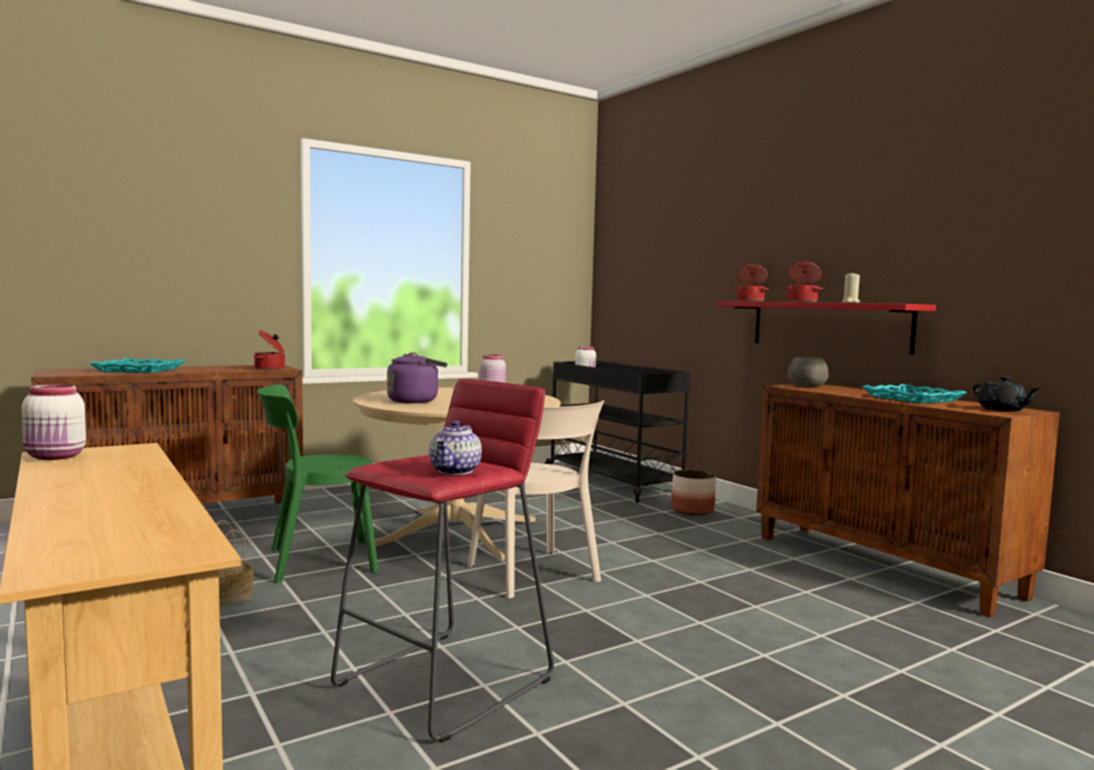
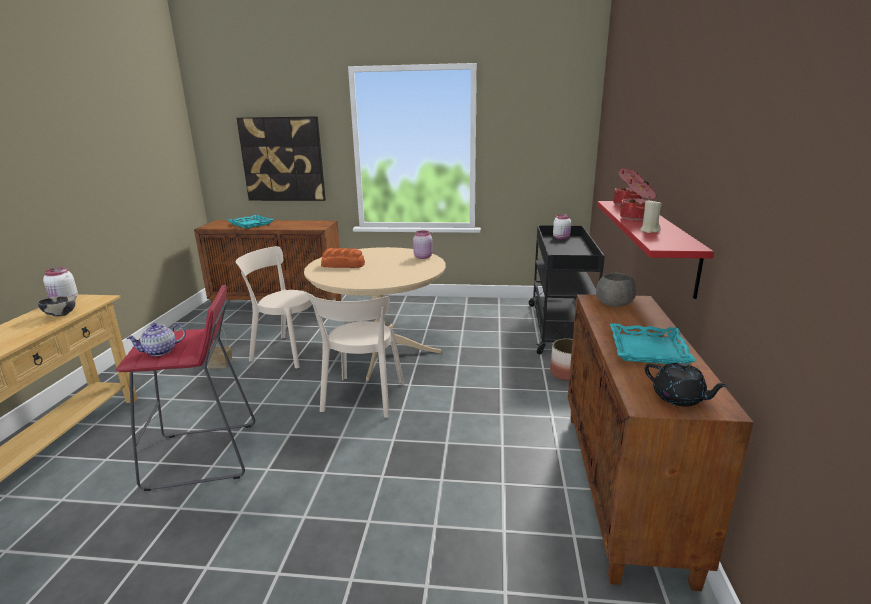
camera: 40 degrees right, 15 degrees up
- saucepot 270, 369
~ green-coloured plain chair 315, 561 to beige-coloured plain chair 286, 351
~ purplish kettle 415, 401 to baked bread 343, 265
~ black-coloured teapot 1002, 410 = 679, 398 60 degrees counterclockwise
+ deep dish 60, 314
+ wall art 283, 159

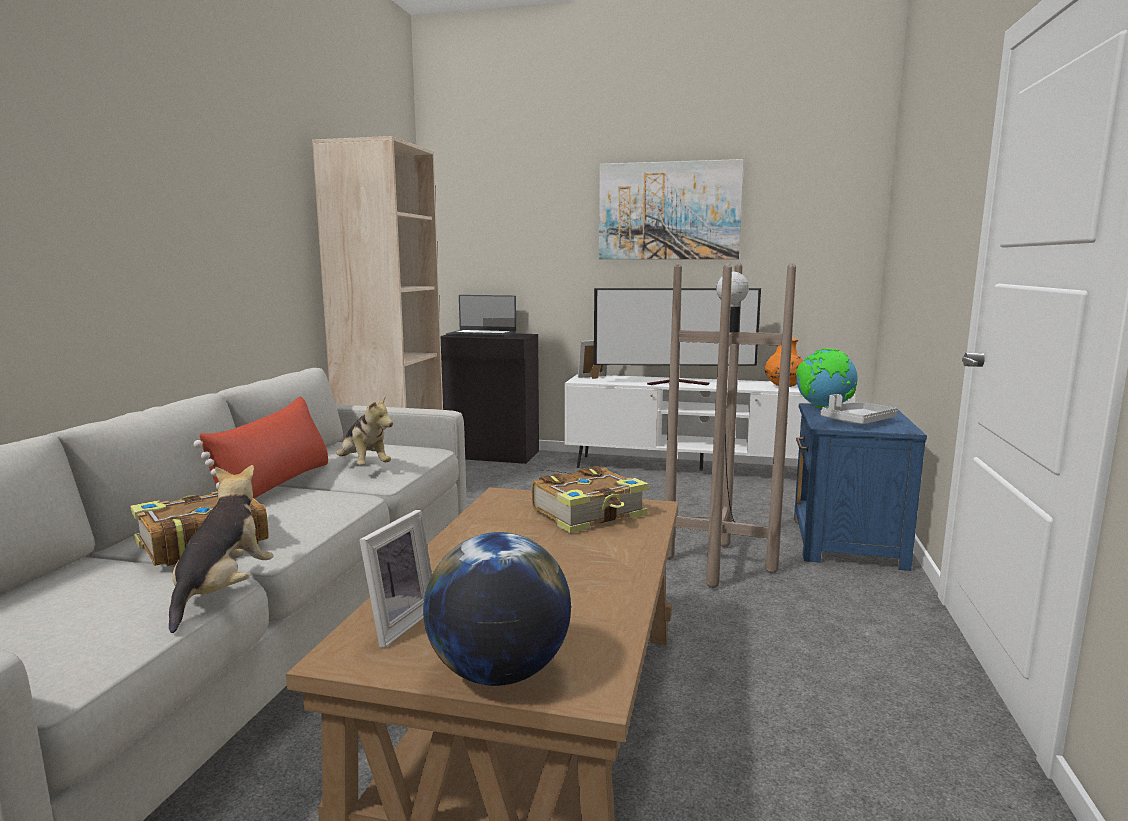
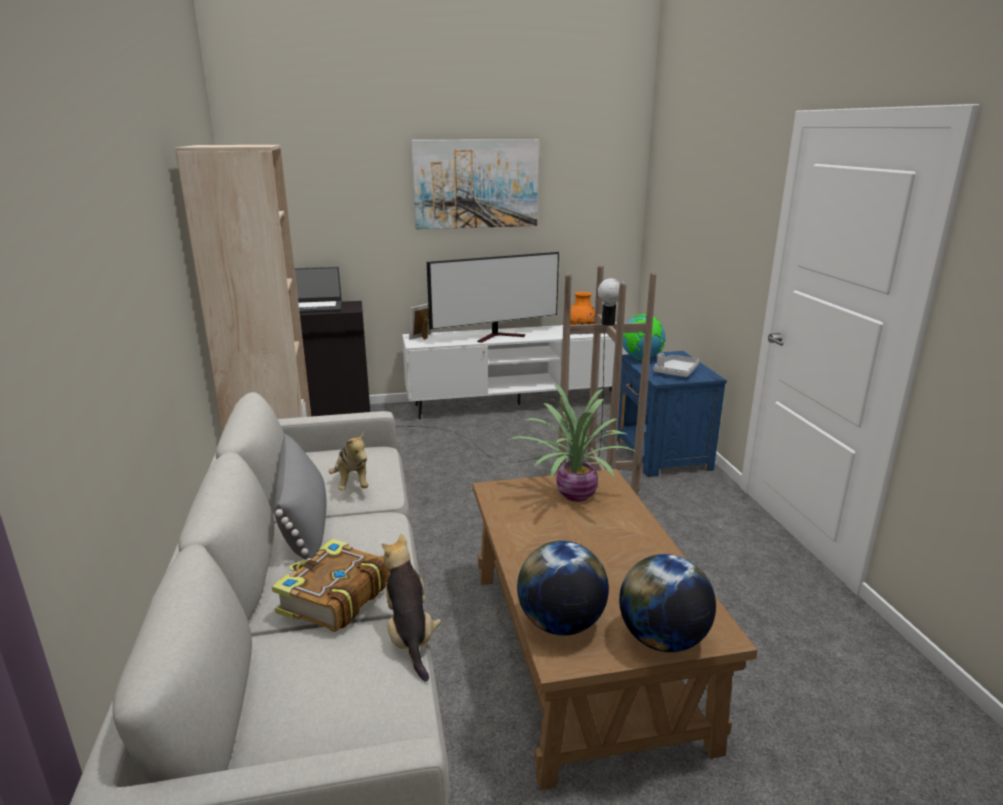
camera: 25 degrees left, 10 degrees up
~ reddish pillow 276, 485 to gray pillow 304, 522
~ soft toy 364, 466 = 352, 483 45 degrees clockwise
~ standing frame 396, 623 to world globe 561, 624
~ bound book 590, 514 to houseplant 574, 494

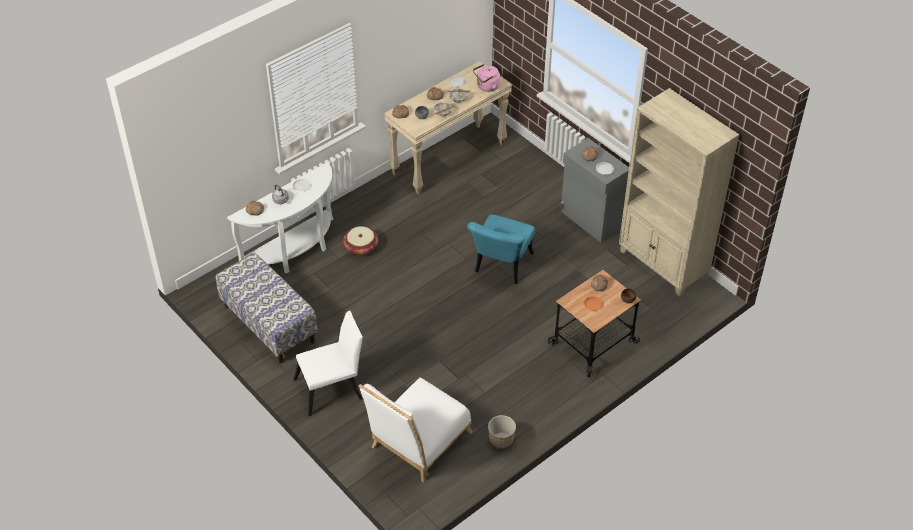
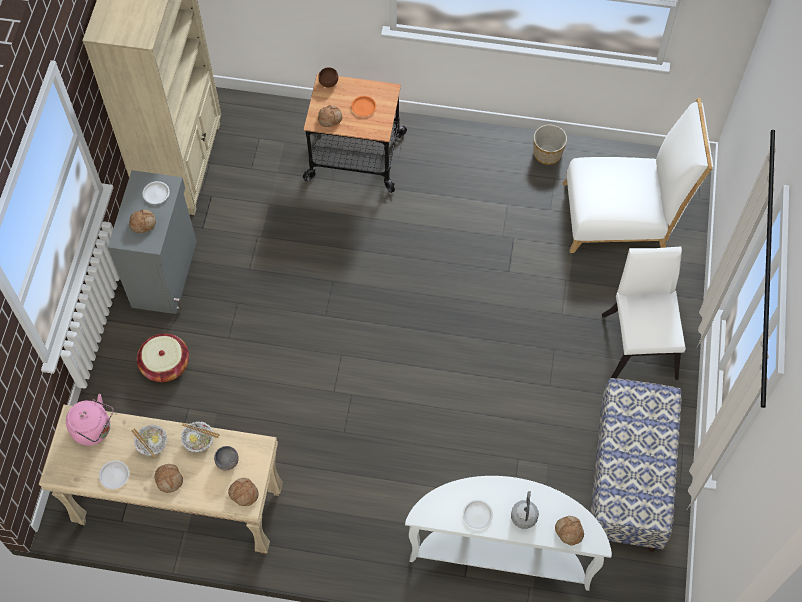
camera: 130 degrees left, 15 degrees up
~ white plain chair 332, 388 = 640, 340 60 degrees clockwise
~ household basket 361, 247 to 165, 364
- turquoise plain chair 501, 267

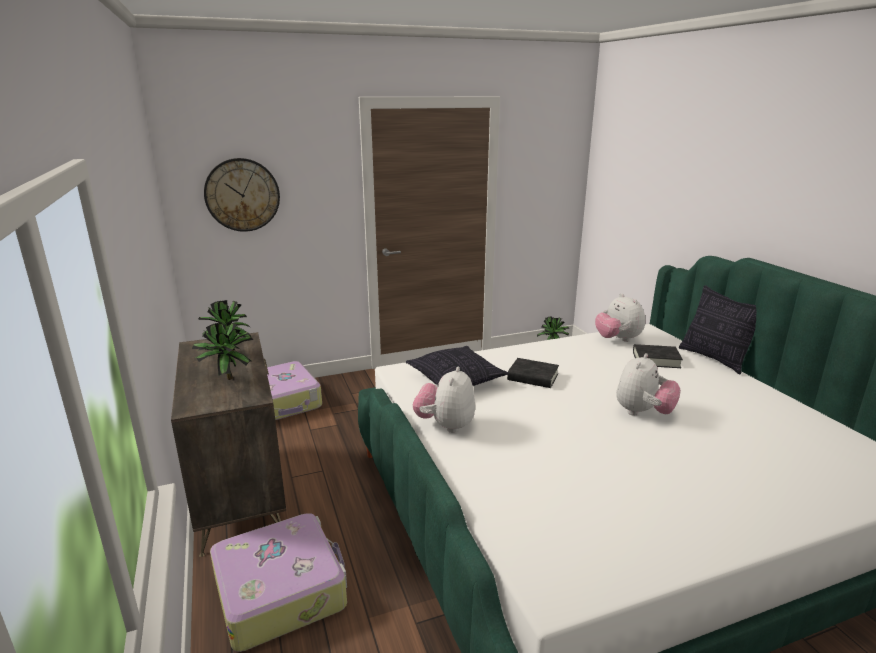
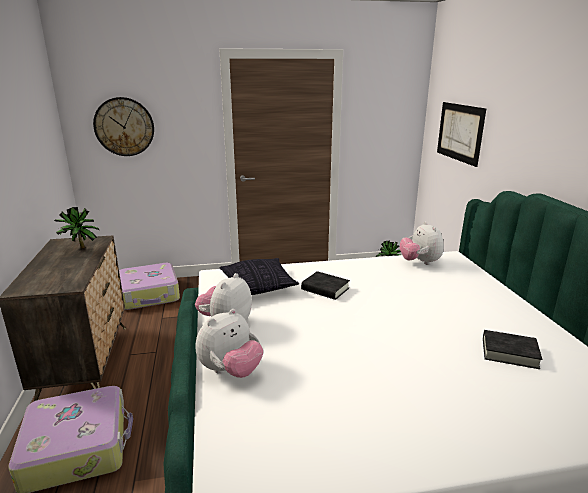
camera: 10 degrees right, 0 degrees up
- houseplant 226, 378
~ soft toy 643, 412 to 230, 371
~ black-coloured bound book 656, 360 to 509, 353
- pillow 714, 359
+ wall art 459, 132

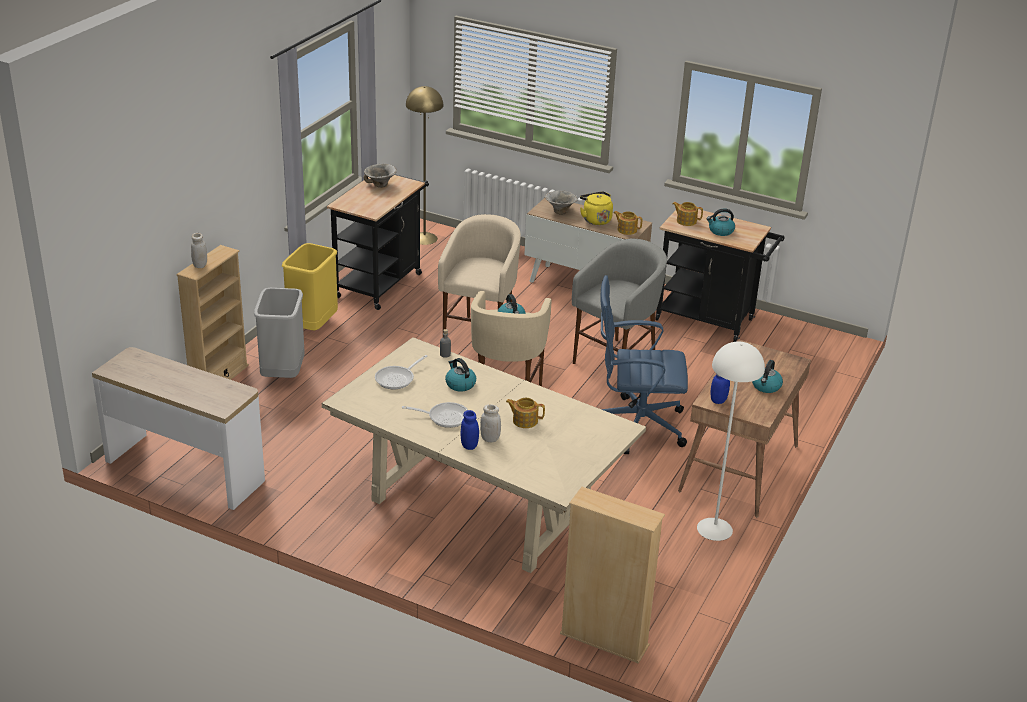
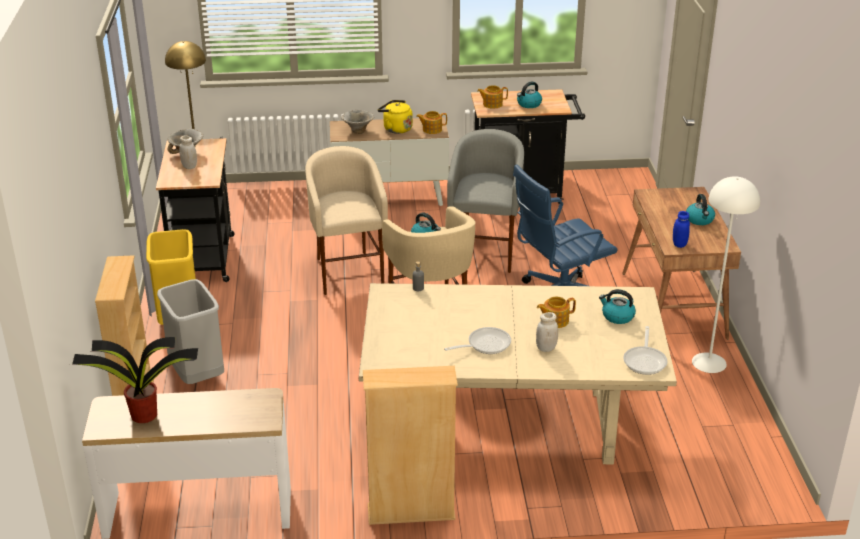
camera: 30 degrees left, 0 degrees up
~ white storage jar 200, 265 to 189, 166
~ frying pan 397, 379 to 645, 361
~ kettle 460, 384 to 617, 316
- blue storage jar 469, 445
~ beige-coloured shelving unit 604, 640 to 411, 512
+ houseplant 142, 415

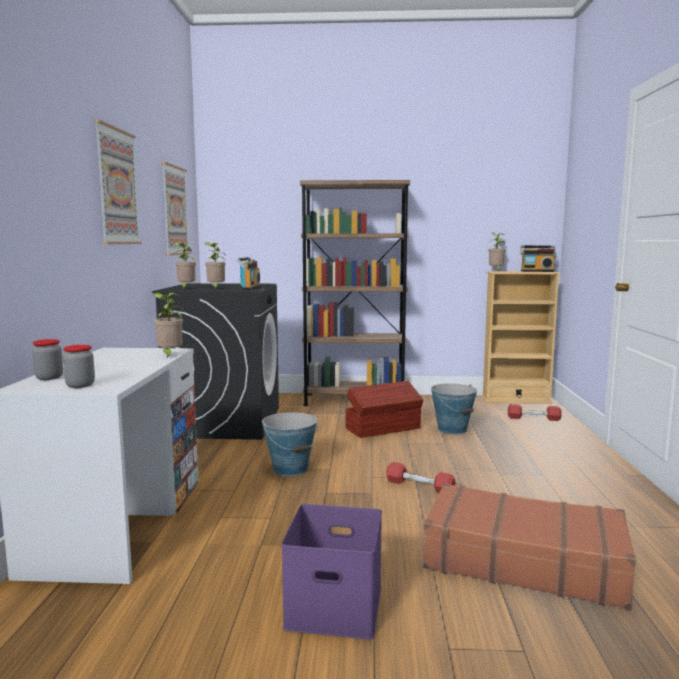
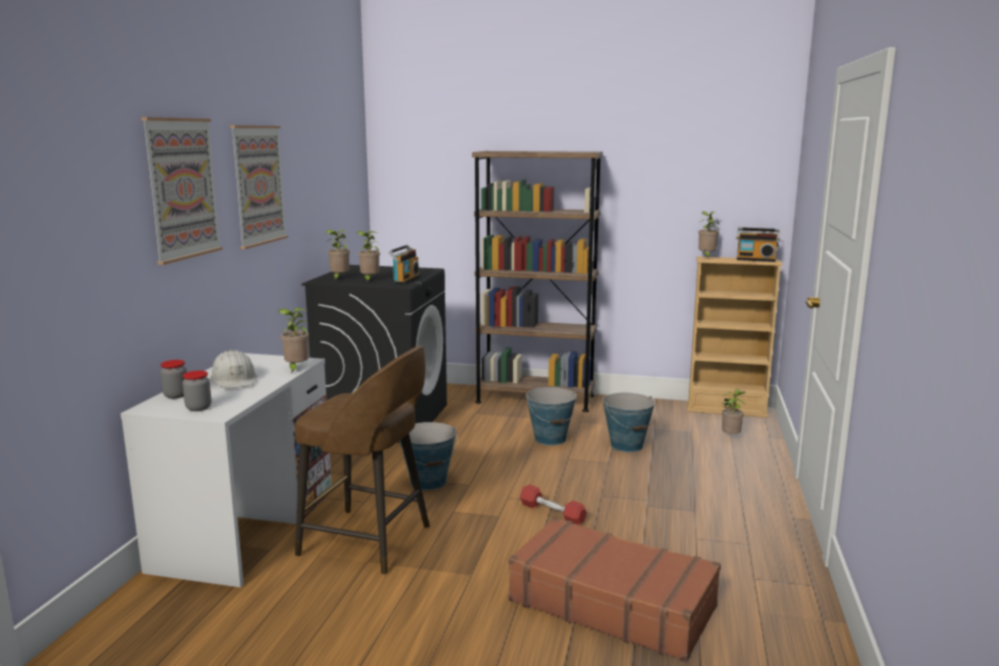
camera: 10 degrees right, 5 degrees up
~ wall art 174, 211 to 182, 188
- purplish storage bin 332, 607
~ brownish storage bin 384, 428 to bucket 550, 439
~ reddish free weight 533, 418 to houseplant 731, 437
+ white hard hat 234, 379
+ brownish sitting stool 368, 541

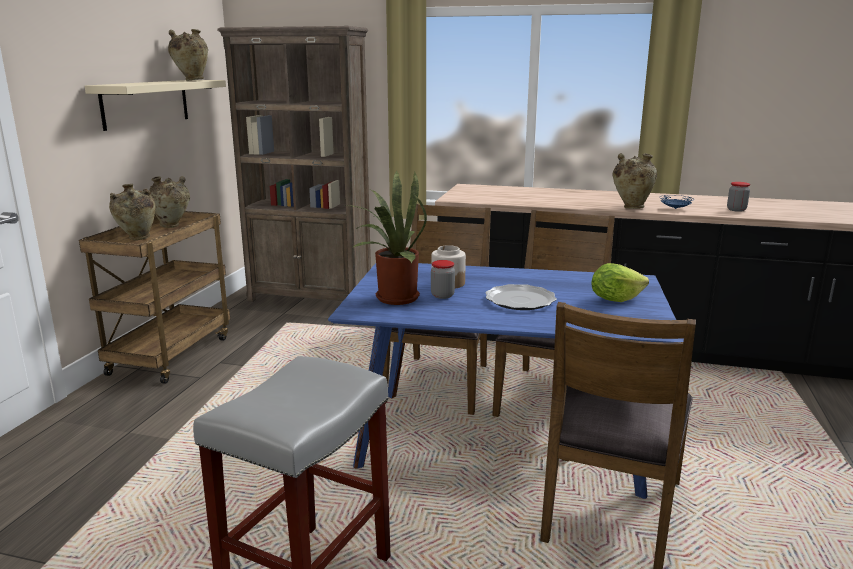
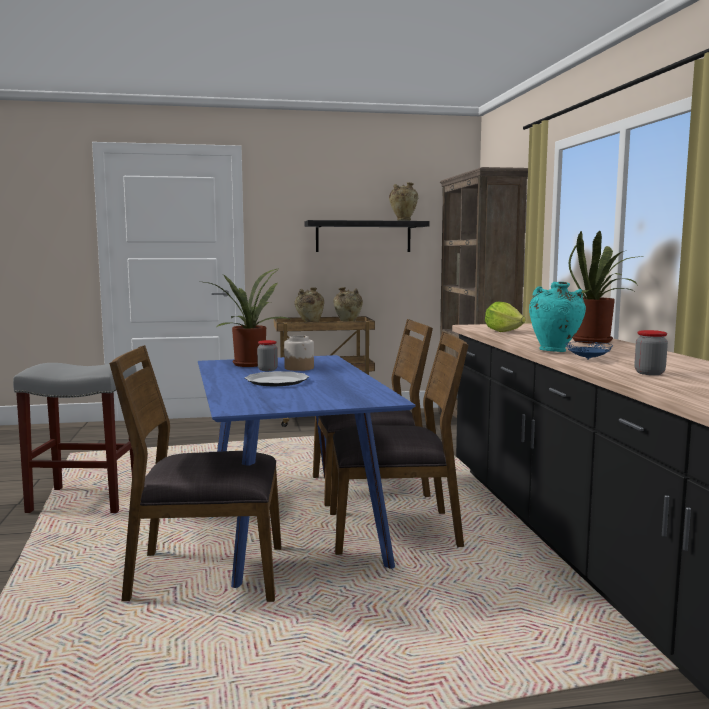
camera: 65 degrees right, 10 degrees down
~ beige-coloured shelf 146, 103 to black-coloured shelf 363, 236
~ lettuce 615, 299 to 503, 331
~ beige-coloured vase 631, 207 to turquoise vase 554, 351
+ houseplant 596, 341

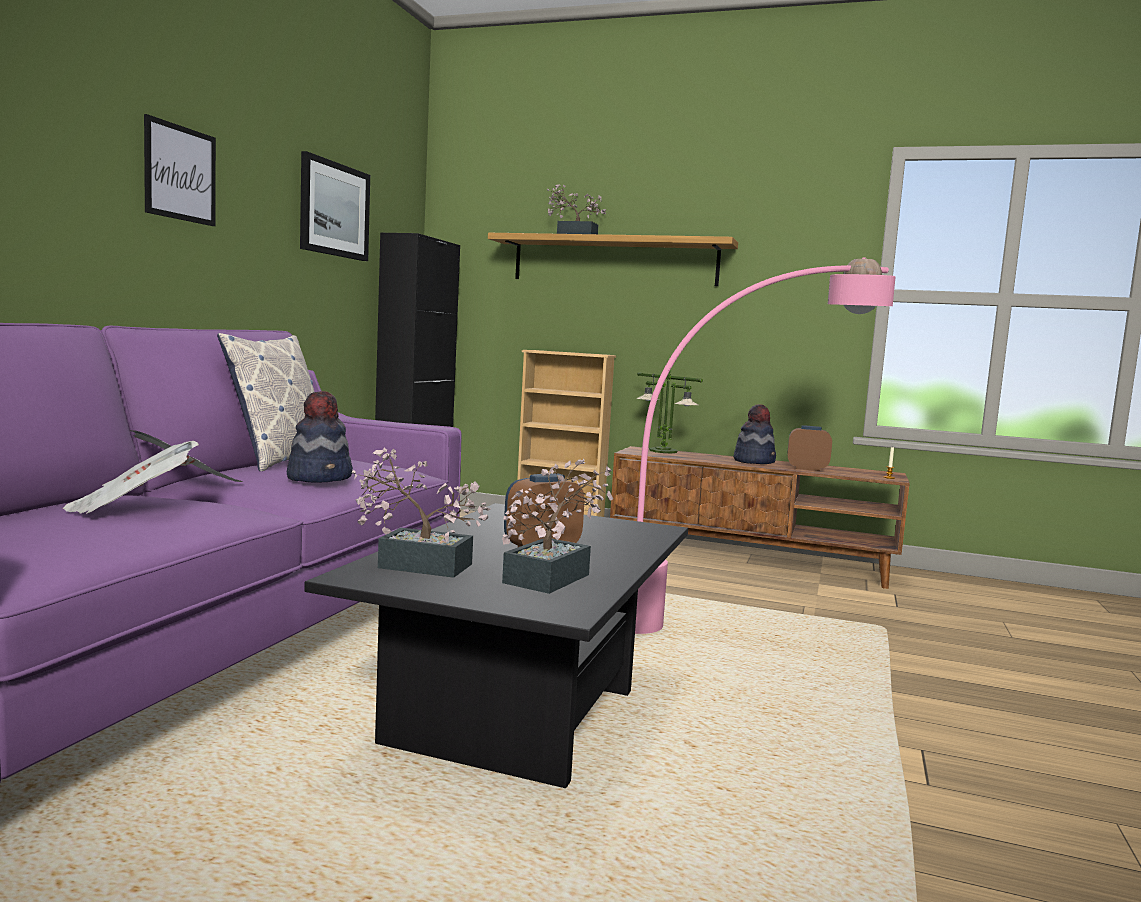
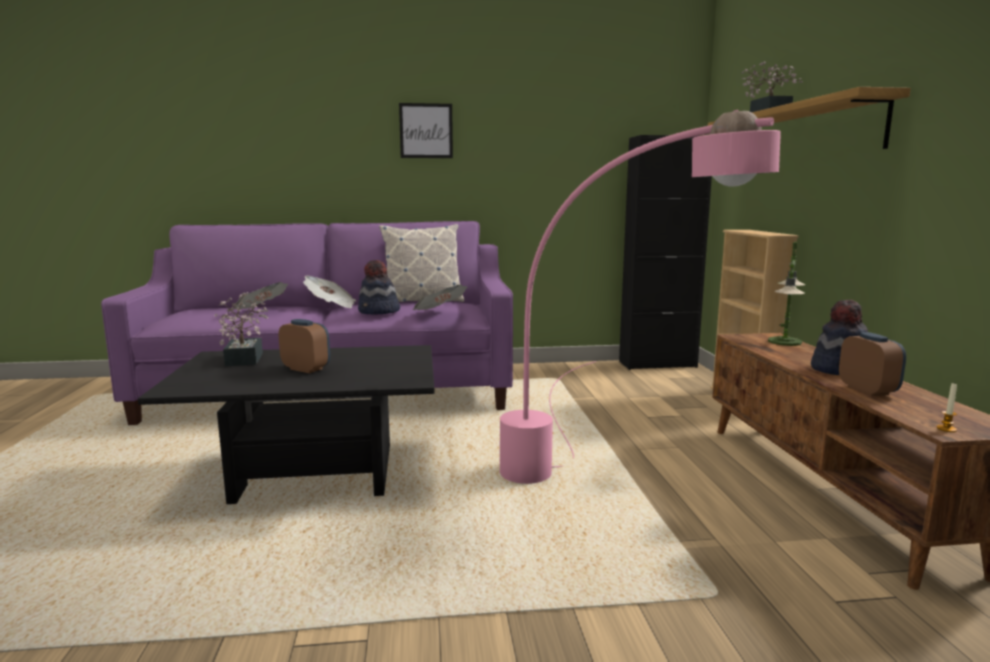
camera: 65 degrees right, 5 degrees up
- wall art 334, 209
- houseplant 553, 576
+ printed paper 439, 313

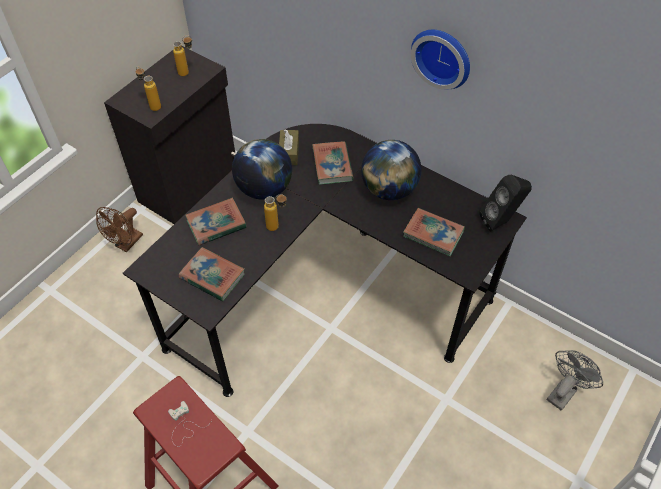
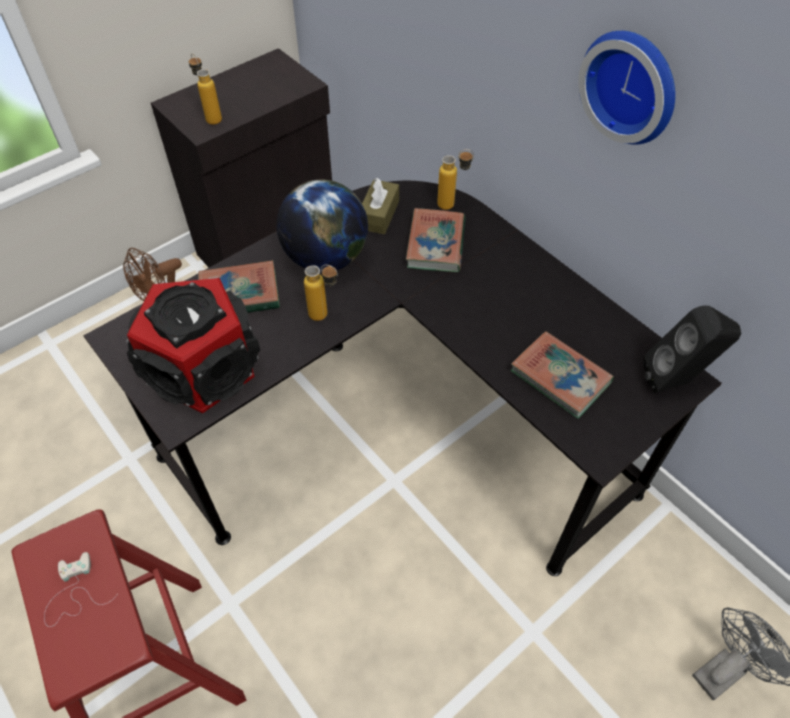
camera: 15 degrees right, 0 degrees up
~ drink bottle 188, 72 to 452, 205
~ bound book 212, 276 to loudspeaker 204, 369
- world globe 389, 190

